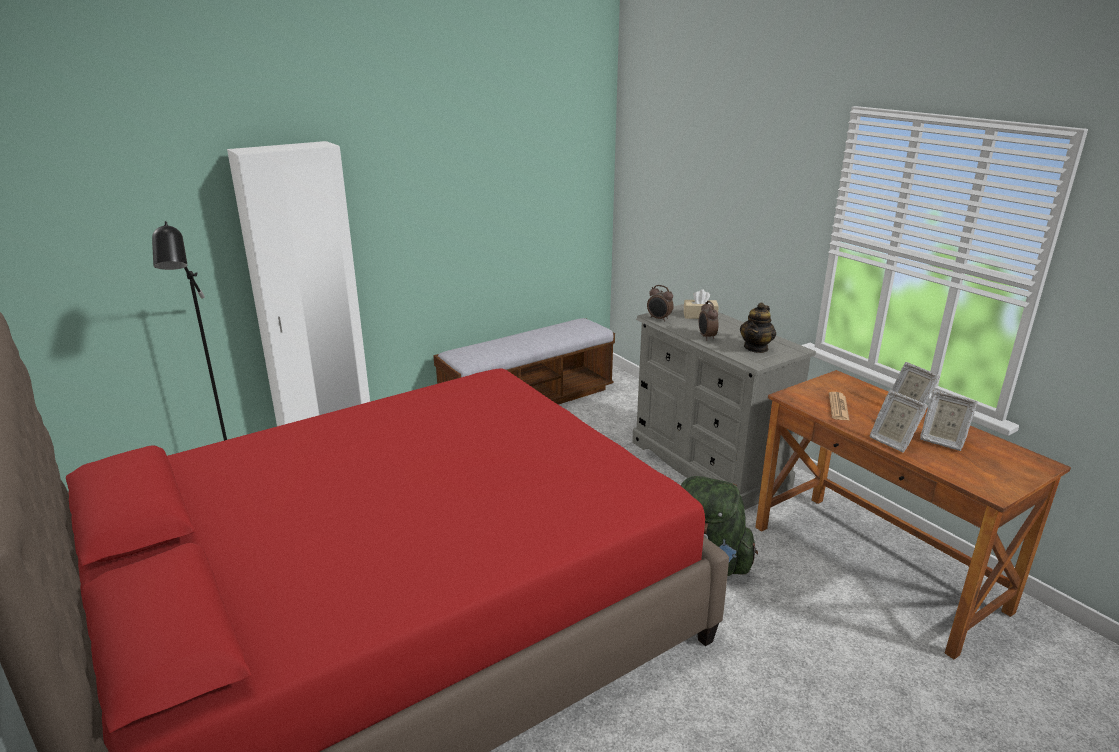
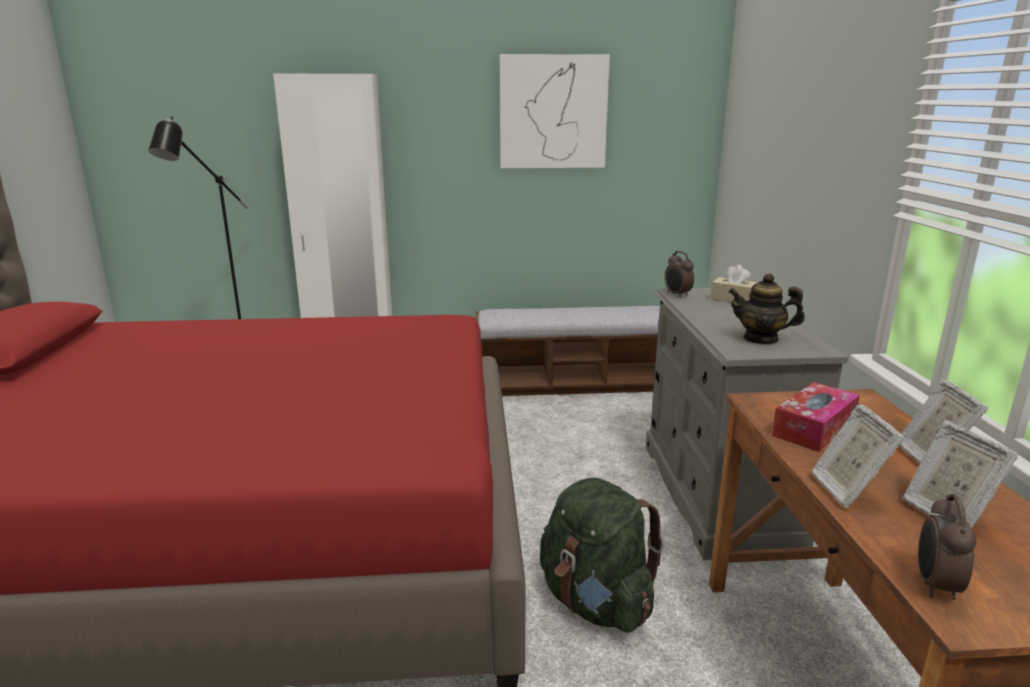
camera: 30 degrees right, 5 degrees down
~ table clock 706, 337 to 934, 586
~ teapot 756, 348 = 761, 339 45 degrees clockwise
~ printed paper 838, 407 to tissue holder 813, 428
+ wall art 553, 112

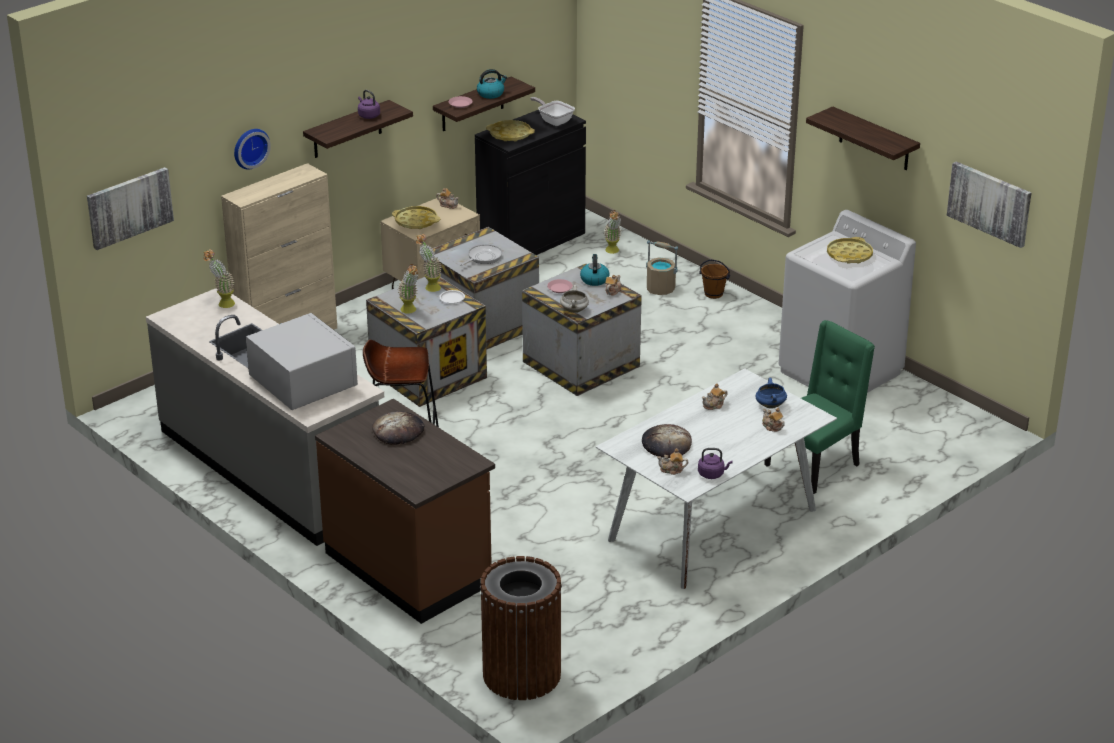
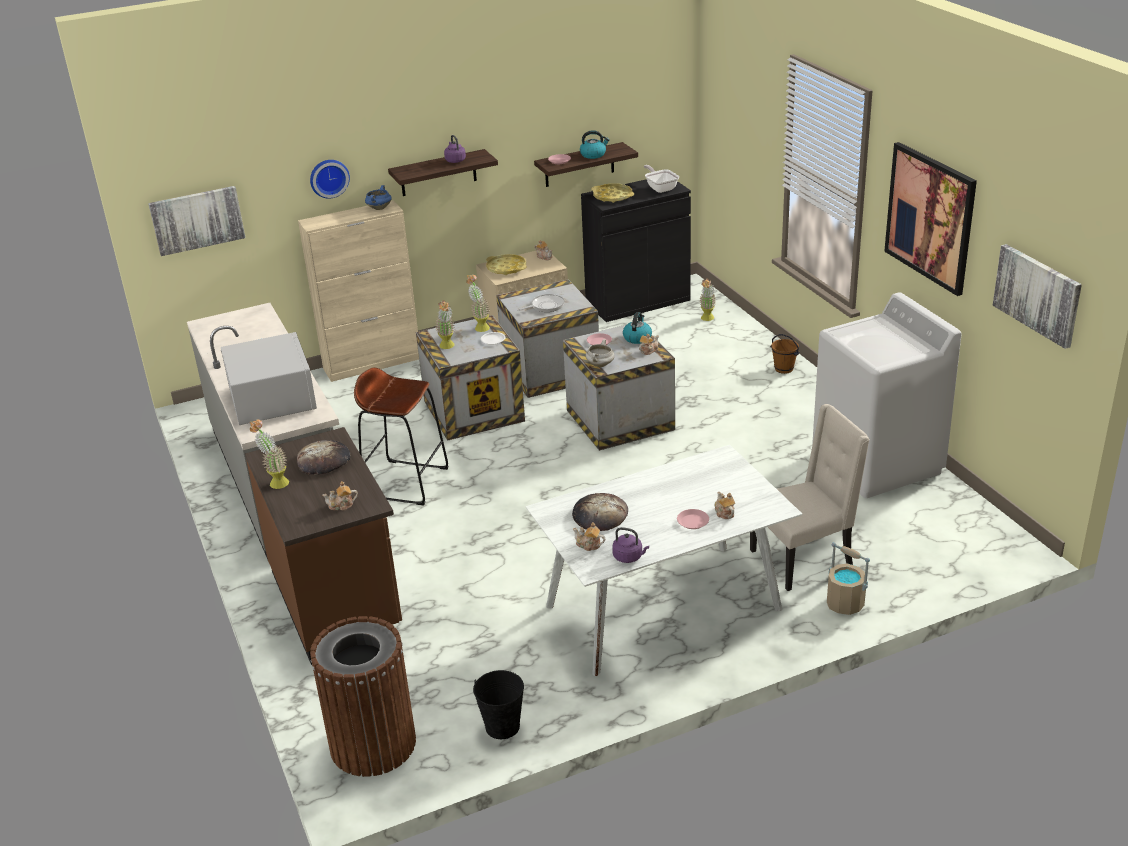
camera: 20 degrees right, 0 degrees up
~ houseplant 222, 303 to 275, 482
~ beige-coloured bucket 660, 289 to 845, 604
~ teapot 714, 405 to 341, 505
~ blue saucepot 770, 405 to 379, 208
~ green-coloured plain chair 814, 465 to beige-coloured plain chair 803, 559
~ shelf 874, 139 to wall art 930, 217
- yellow-coloured carrying tray 849, 255
+ black-coloured bucket 502, 726
+ pinkish flat dish 693, 522

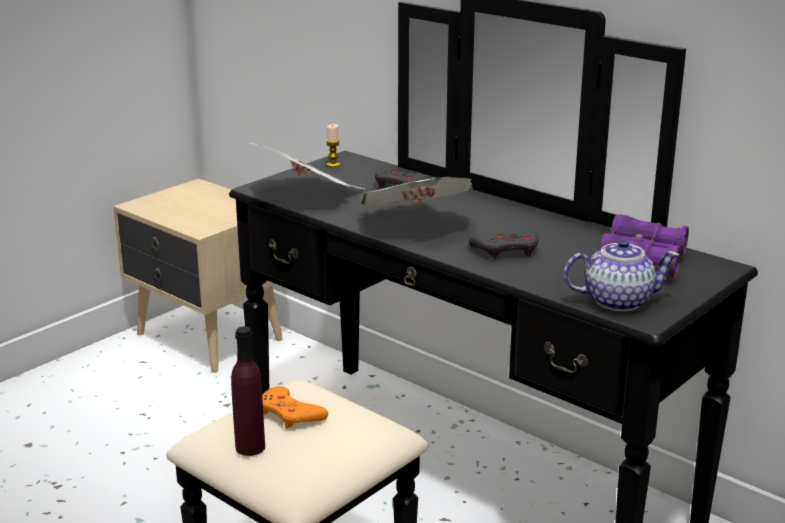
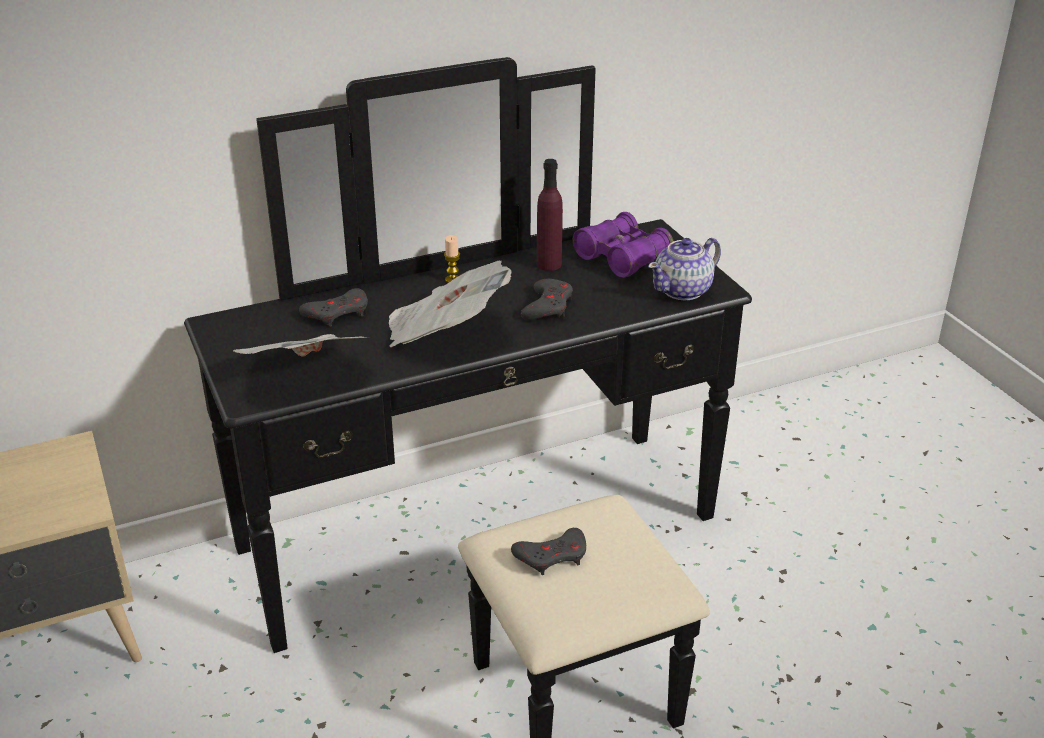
camera: 65 degrees left, 10 degrees up
~ purplish drink bottle 250, 447 to 549, 264
~ orange-coloured gamepad 290, 414 to gray gamepad 552, 556
~ wax candle 333, 165 to 452, 279
~ teapot 617, 301 = 683, 290 150 degrees counterclockwise

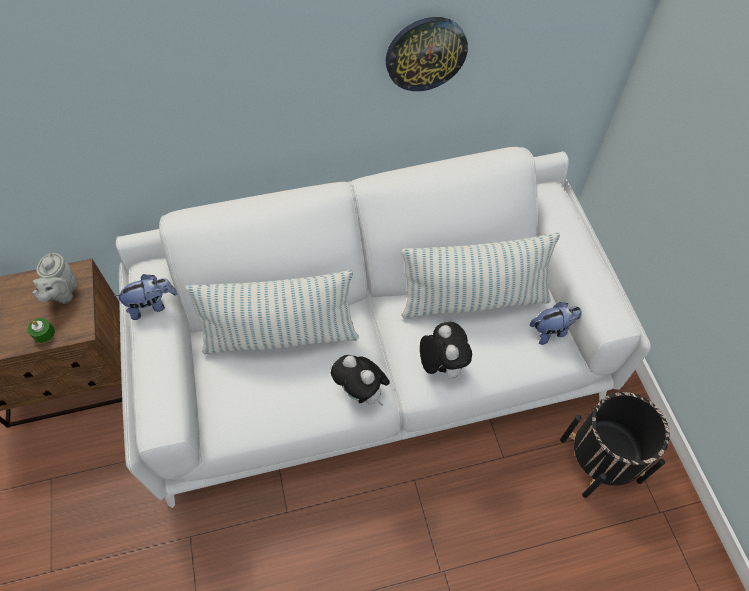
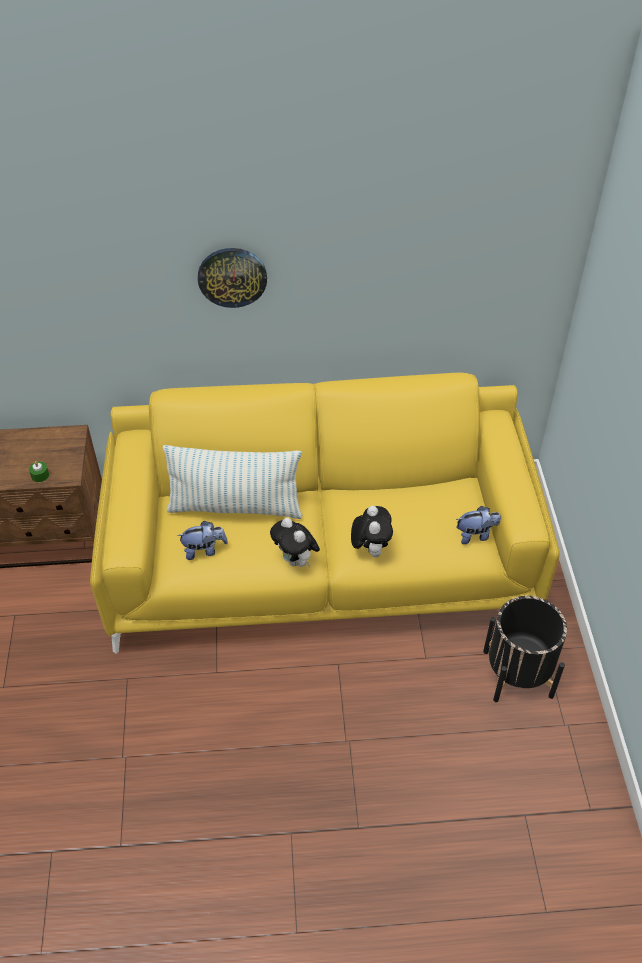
camera: 10 degrees right, 10 degrees down
- gray teapot 63, 293
~ soft toy 152, 305 to 204, 550
~ white sofa 374, 362 to yellow-coloured sofa 321, 562
~ hanging clock 425, 53 to 232, 276
- pillow 474, 300

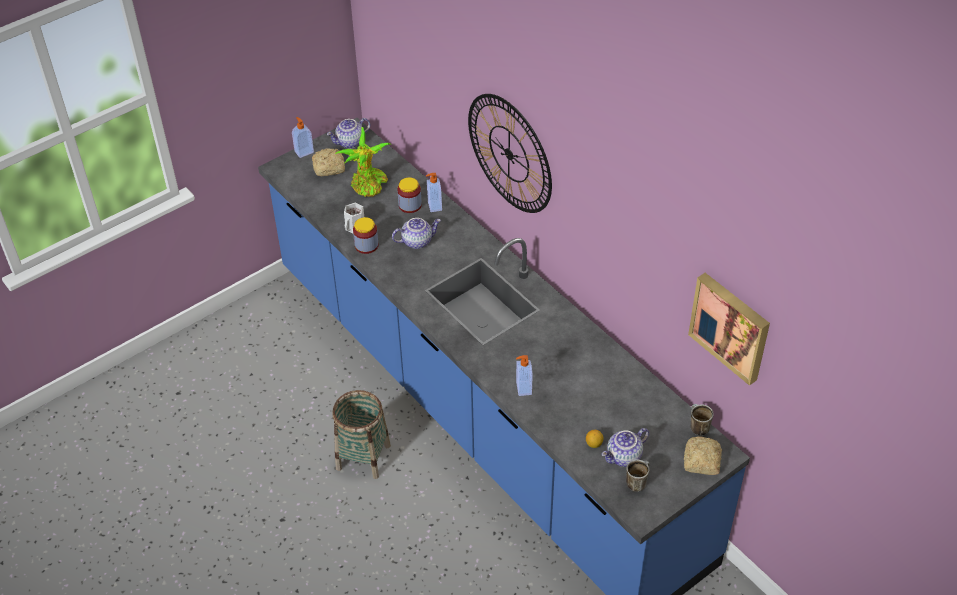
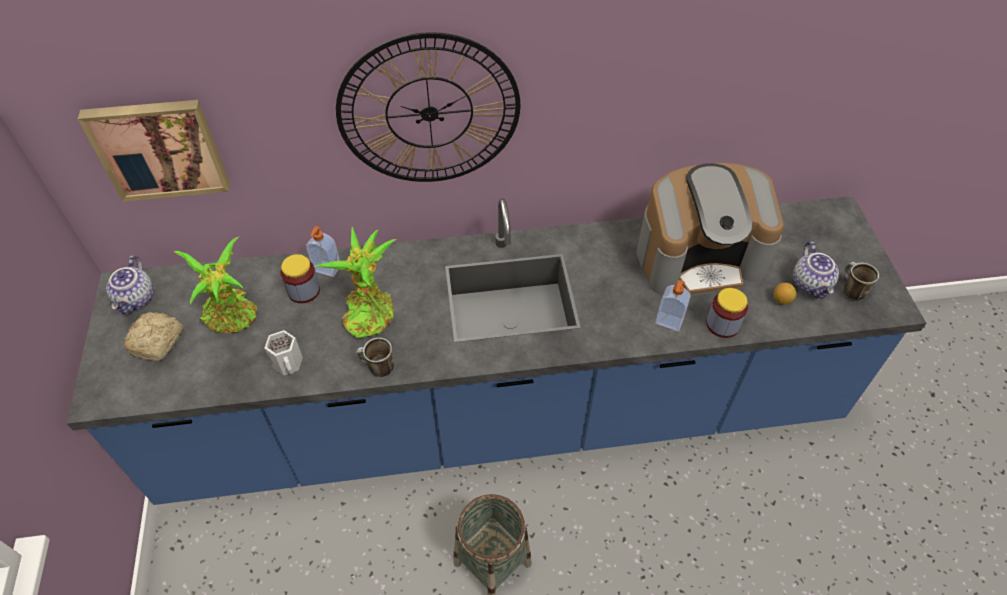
camera: 60 degrees left, 5 degrees up
- liquid soap bottle 304, 152
~ storage jar 366, 245 to 722, 324
~ teapot 417, 241 to houseplant 368, 311
- baked bread 701, 461
~ wall art 731, 326 to 159, 148
~ mug 697, 427 to 377, 369
+ coffee machine 699, 257

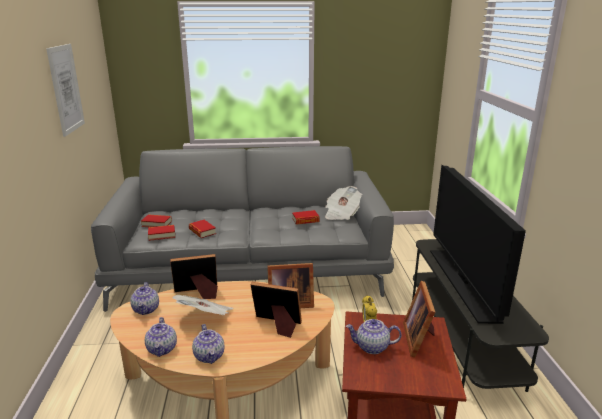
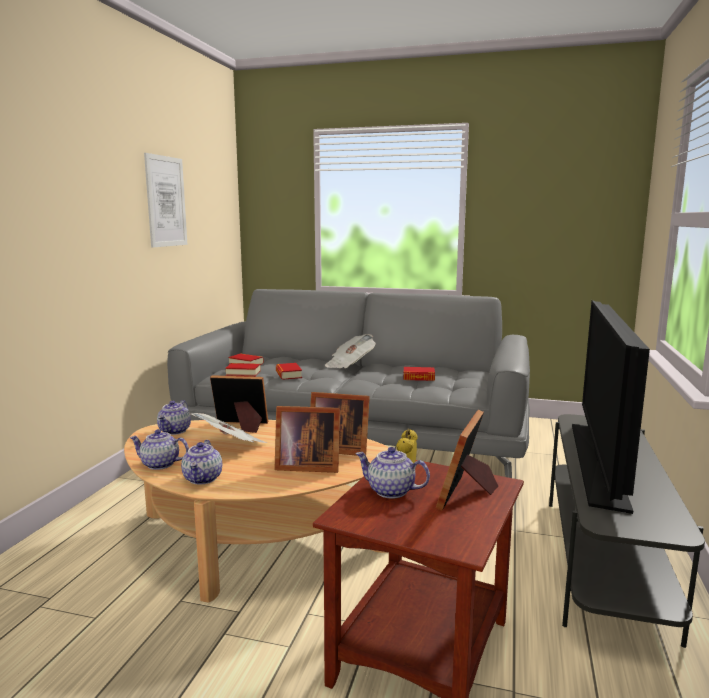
camera: 20 degrees right, 10 degrees down
~ teapot 162, 349 = 159, 464 90 degrees clockwise
~ standing frame 277, 325 = 305, 465 150 degrees clockwise
~ printed paper 342, 214 to 349, 365

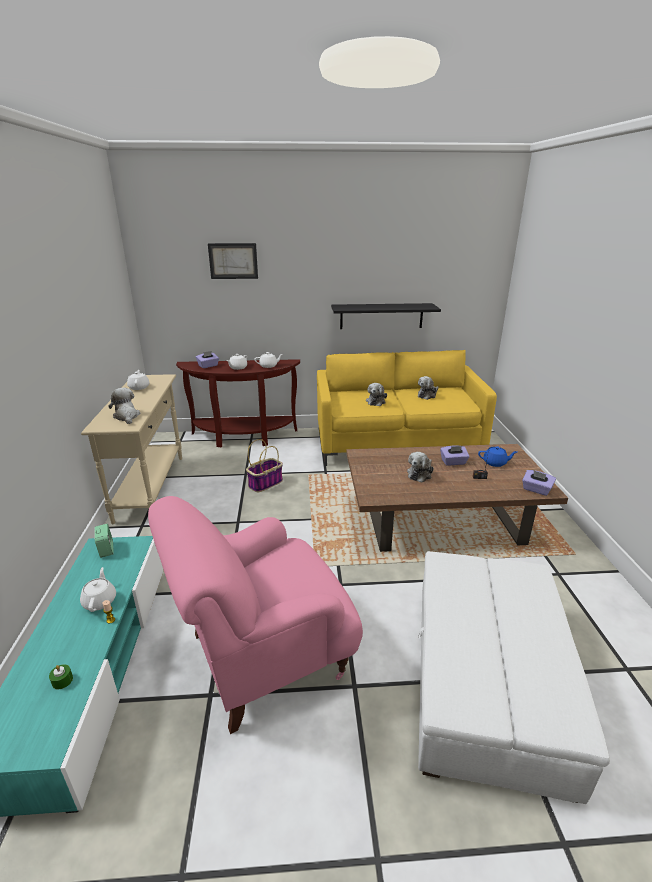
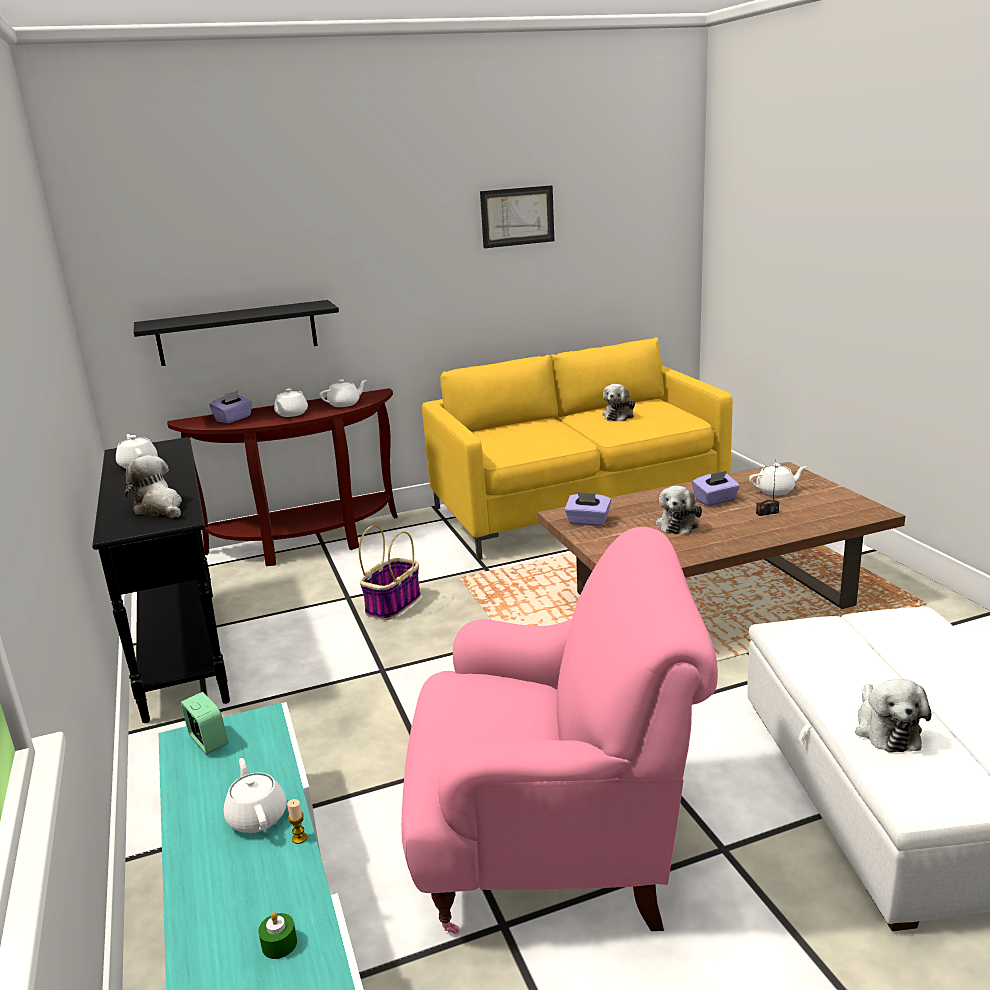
camera: 15 degrees left, 5 degrees down
~ beige-coloured hall table 151, 487 to black-coloured hall table 182, 651
~ pinkish armchair 262, 656 = 554, 849 135 degrees counterclockwise
~ wall art 233, 261 to 517, 216
~ black-coloured shelf 381, 316 to 237, 333
~ soft toy 376, 401 to 886, 729
~ blue teapot 495, 463 to white teapot 776, 491
~ purplish tissue holder 536, 490 to 588, 522

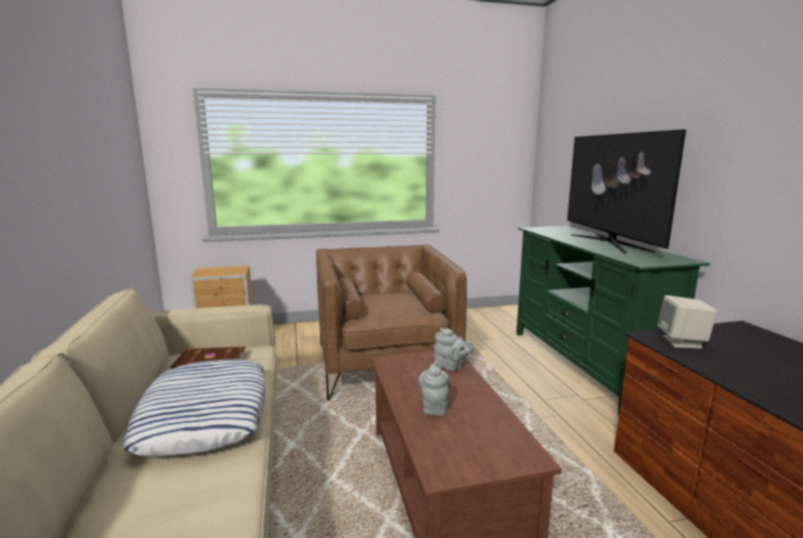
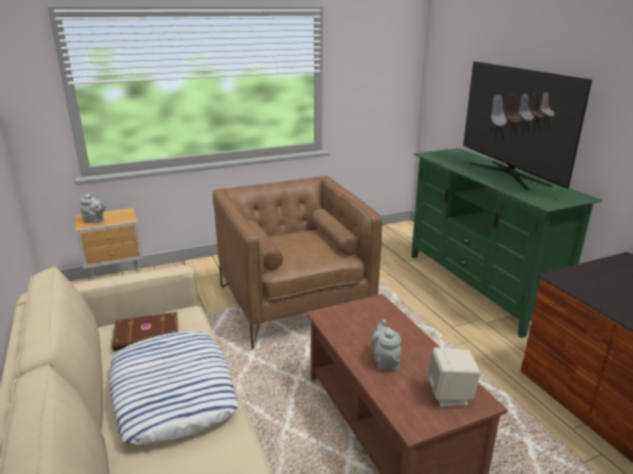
camera: 10 degrees left, 10 degrees up
~ gray teapot 451, 367 to 95, 221
~ beige-coloured loudspeaker 682, 342 to 450, 395

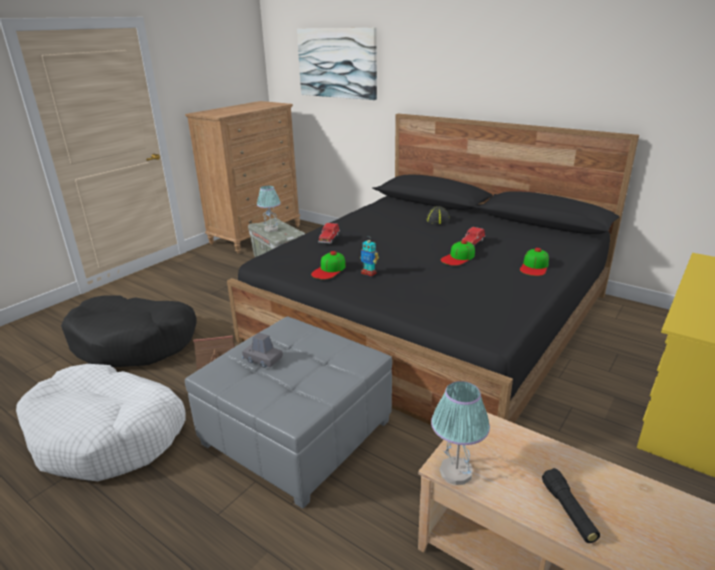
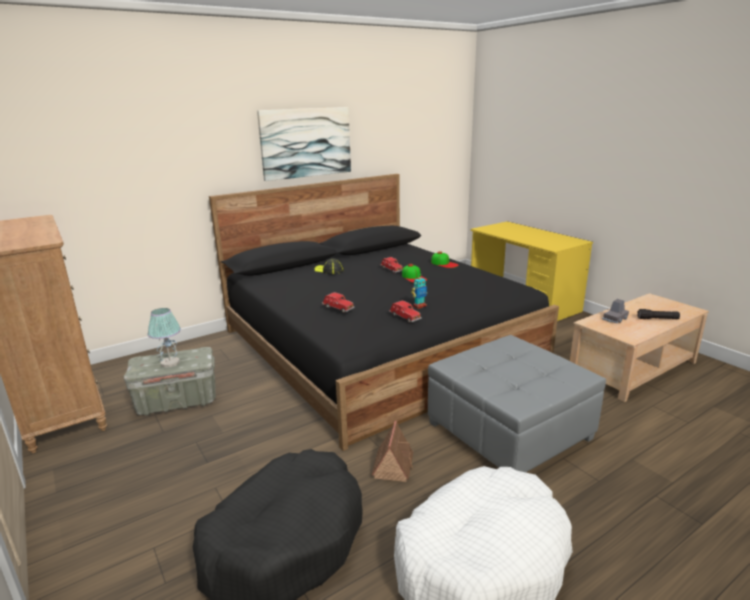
camera: 70 degrees left, 5 degrees down
~ gray toy car 262, 359 to 615, 319
~ wall art 337, 63 to 306, 142
~ peaked cap 329, 270 to reddish toy car 404, 317
- tabletop lamp 455, 472

